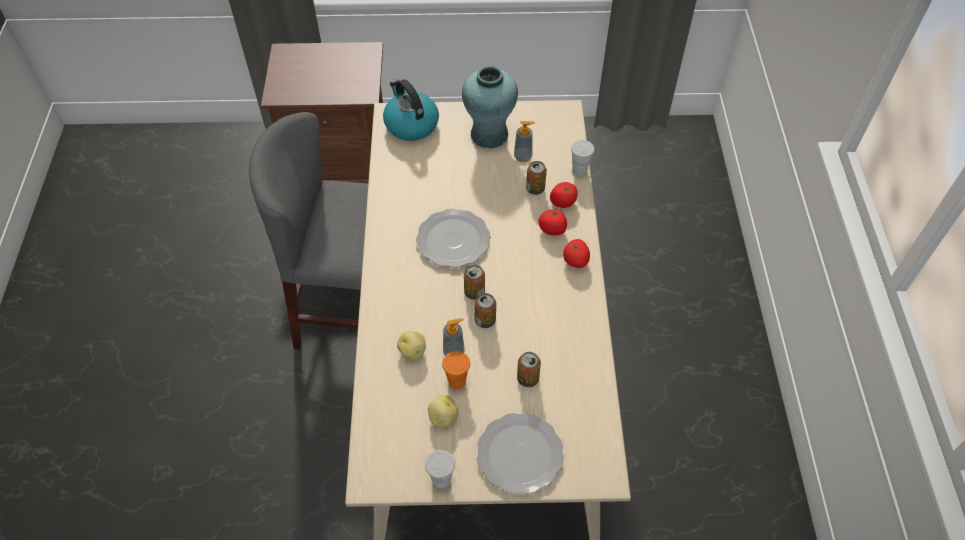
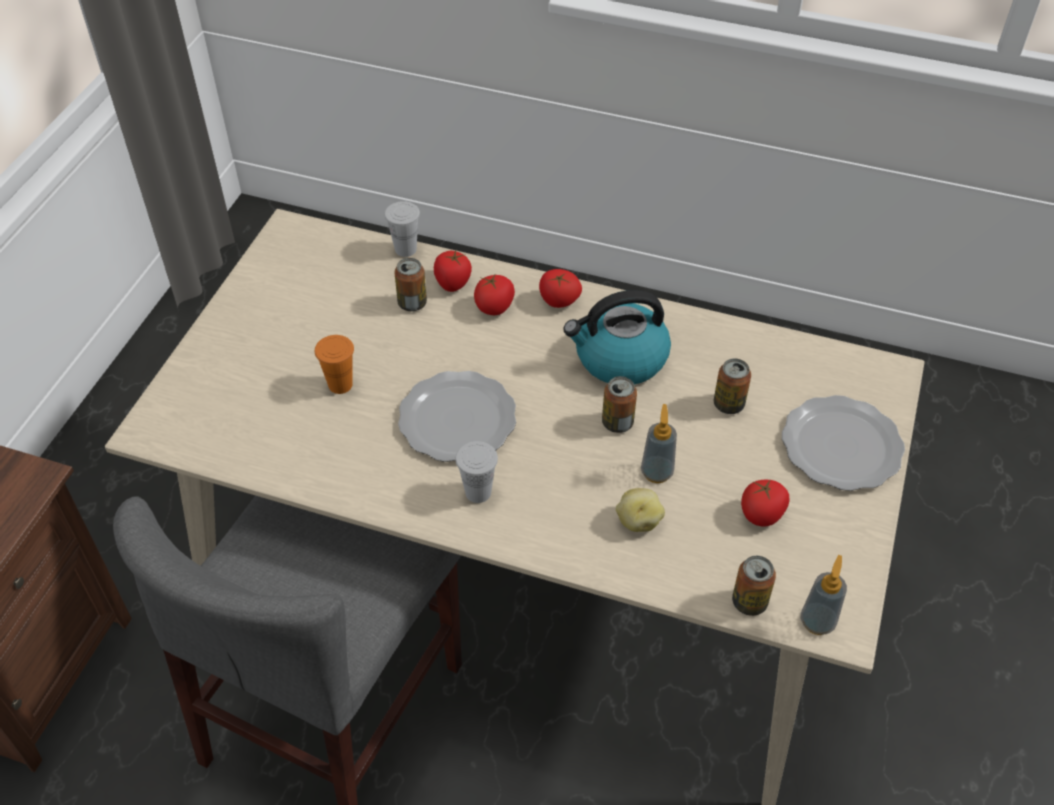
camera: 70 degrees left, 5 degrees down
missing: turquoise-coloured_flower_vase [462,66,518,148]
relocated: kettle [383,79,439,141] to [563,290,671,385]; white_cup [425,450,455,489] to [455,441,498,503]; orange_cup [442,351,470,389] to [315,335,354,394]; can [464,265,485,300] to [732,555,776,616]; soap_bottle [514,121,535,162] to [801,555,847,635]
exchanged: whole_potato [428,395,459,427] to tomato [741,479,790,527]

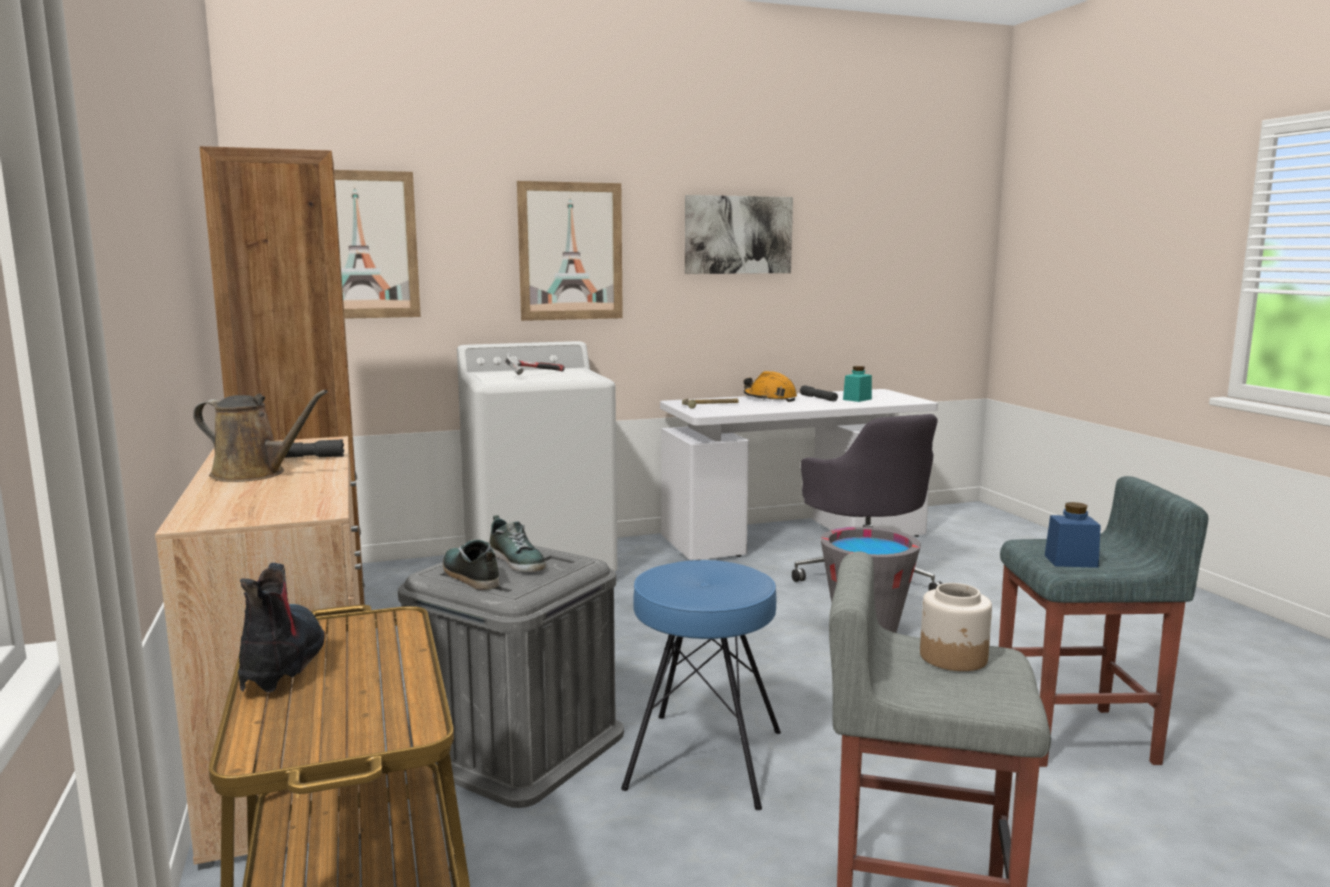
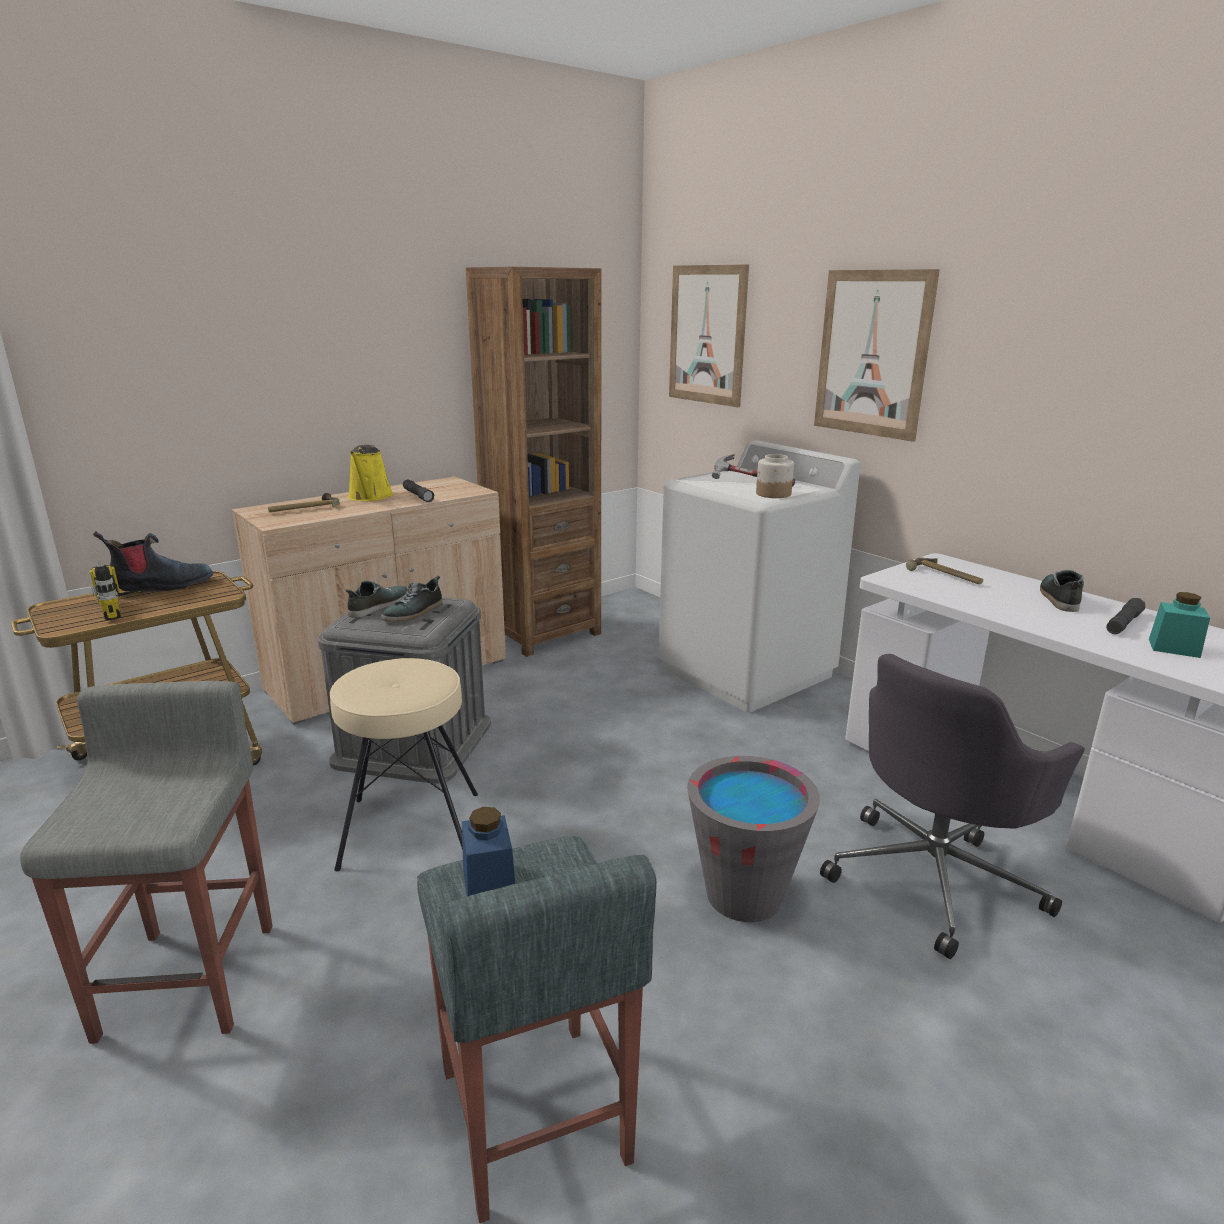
camera: 70 degrees right, 10 degrees up
missing: picture [685,195,793,274]
appeared: drill [90,560,171,620]; hand_hammer [268,493,340,512]
relocated: jar [920,583,992,671] to [756,454,794,498]
exchanged: orange_work_helmet [744,371,797,402] to shoe [1040,570,1084,612]
colour: brown-coloured_watering_can [193,390,328,482] to yellow-coloured_watering_can [348,445,393,501]; bluish_stool_seat [621,560,781,810] to sand-coloured_stool_seat [330,658,478,871]

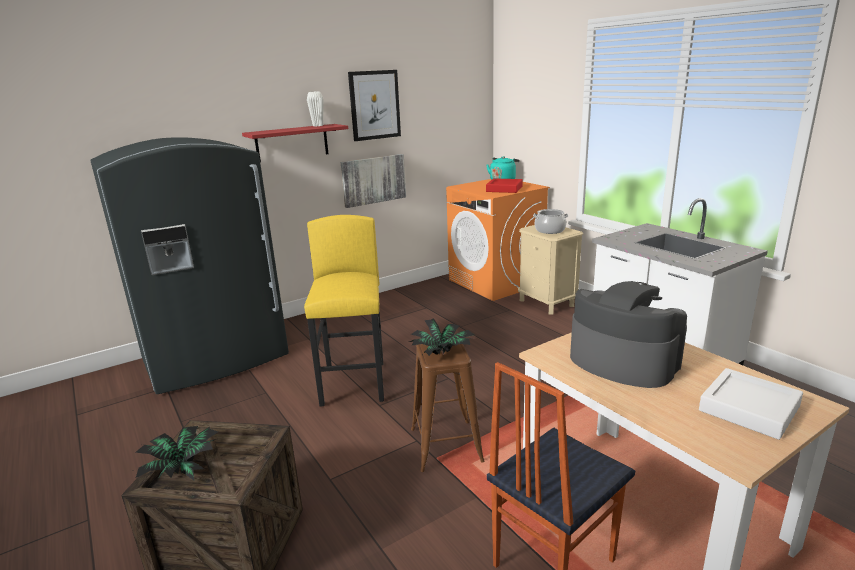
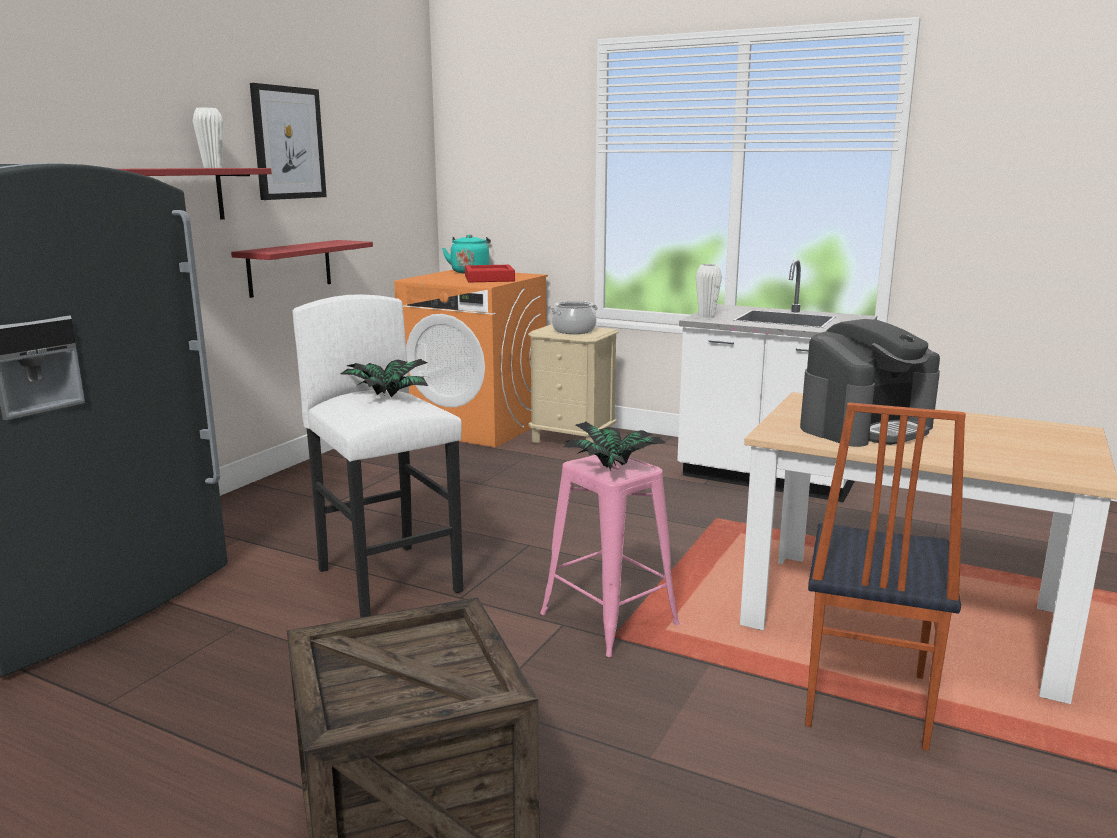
camera: 30 degrees left, 5 degrees down
missing: white_carrying_tray [699,368,803,440]
appeared: white_flower_vase [696,264,722,318]
relocated: houseplant [135,426,218,480] to [340,359,428,398]
exchanged: picture [341,154,406,208] to red-coloured_shelf [231,240,373,298]
colour: yellow-coloured_stool_seat [304,215,384,406] to white_stool_seat [292,294,463,618]; brown-coloured_stool_seat [411,344,485,472] to pink-coloured_stool_seat [540,455,680,657]
spun: coffee_machine [570,281,687,388] = [800,319,940,447] 135 degrees clockwise

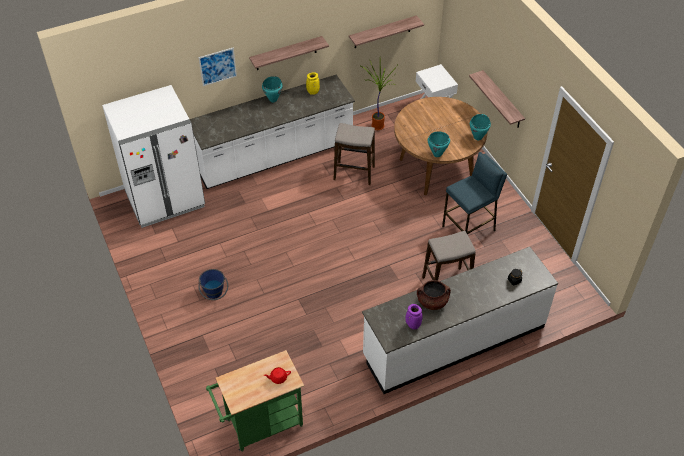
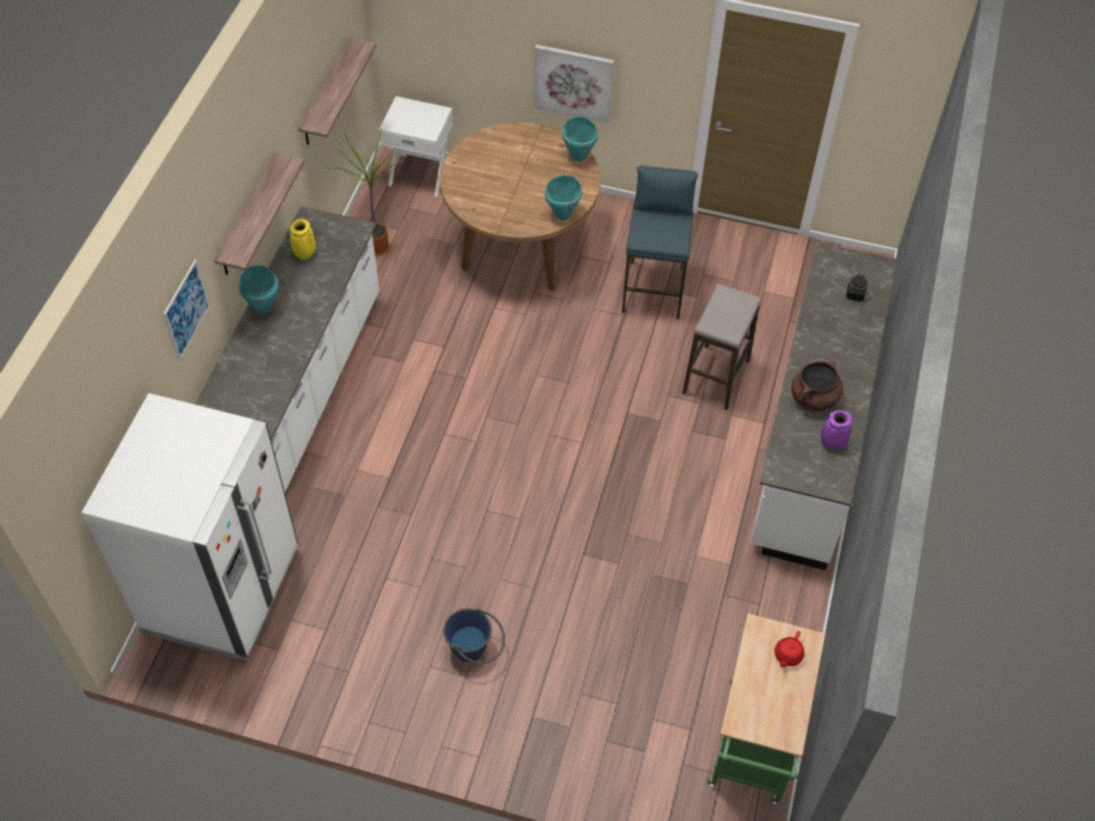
camera: 50 degrees left, 5 degrees up
missing: stool_seat [333,123,375,185]
exchanged: shelf [469,70,525,128] to picture [534,44,614,124]

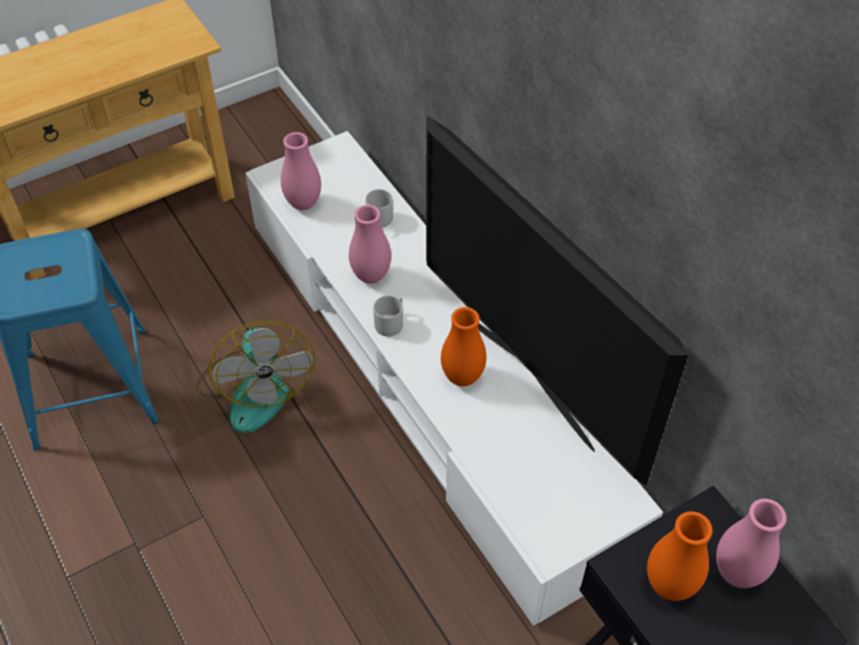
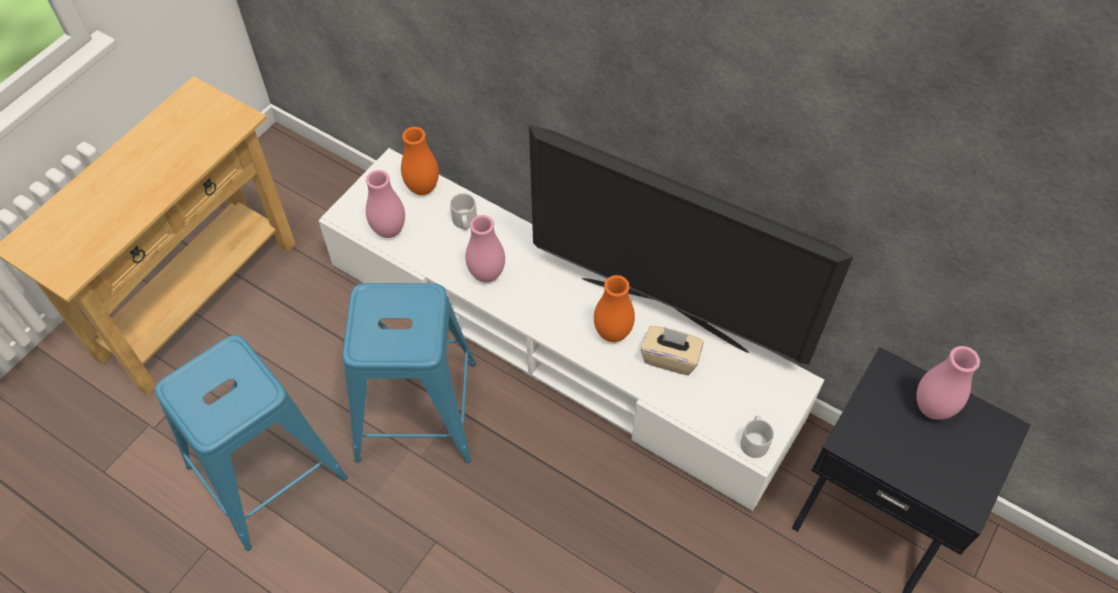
camera: 25 degrees left, 5 degrees up
appeared: sand-coloured_tissue_holder [641,326,704,375]
relocated: grey_mug [373,295,403,337] to [740,416,774,458]; orange_flower_vase [647,511,713,601] to [401,127,439,195]
exchanged: cooling_fan [195,321,315,433] to bluish_stool_seat [343,283,476,463]

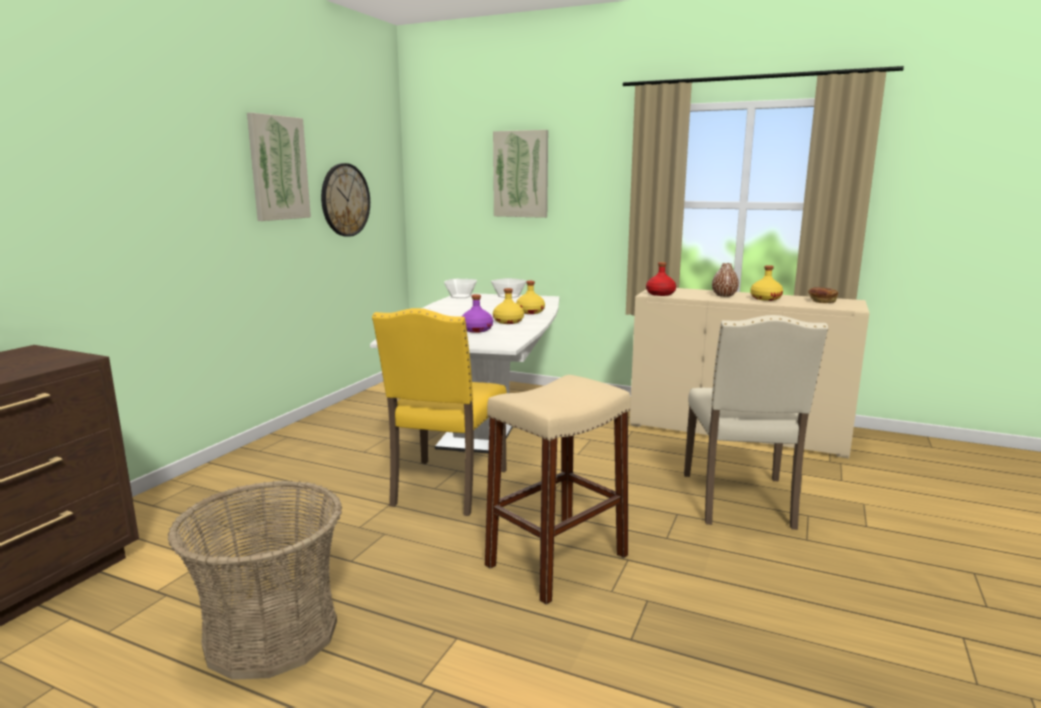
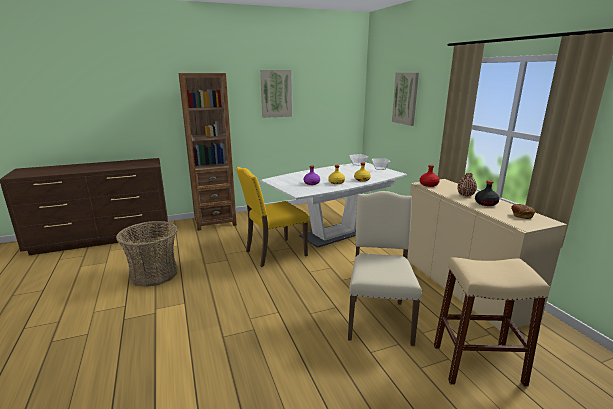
camera: 45 degrees right, 5 degrees up
missing: wall_clock [321,163,370,237]
appeared: brown-coloured_bookshelf [178,73,237,231]
relocated: sand-coloured_stool_seat [485,375,631,605] to [434,257,550,387]
colour: yellow-coloured_bottle [750,265,783,301] to black_bottle [475,180,499,206]
spun: sand-coloured_chair [684,315,828,530] = [348,191,422,346] 135 degrees clockwise

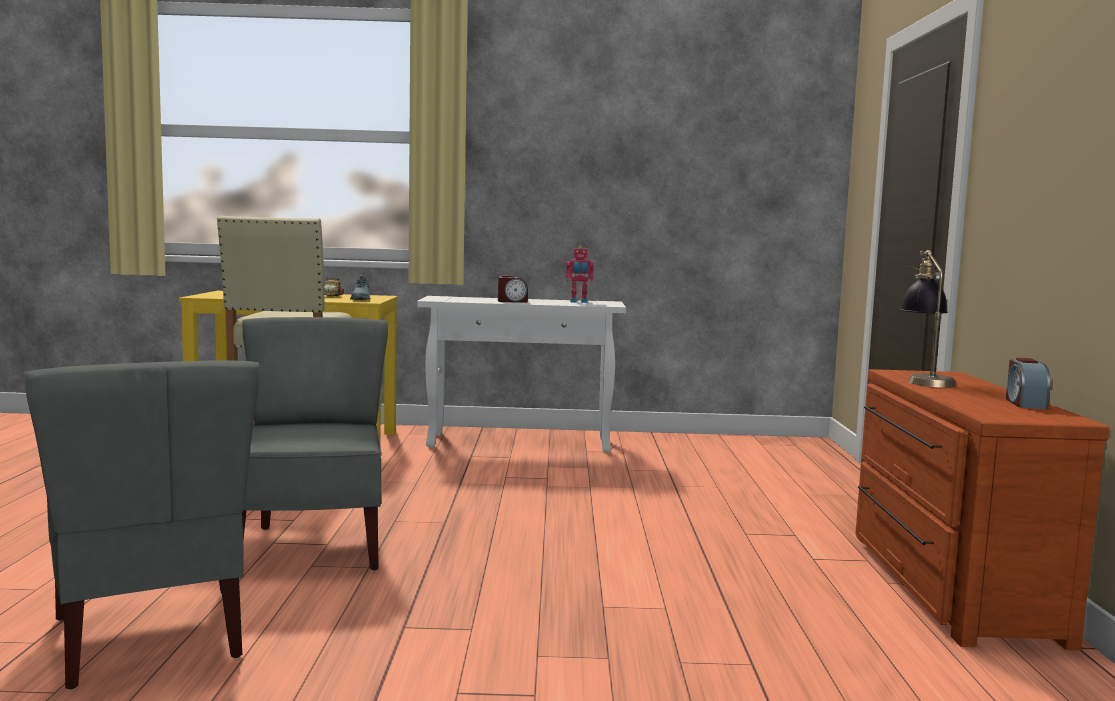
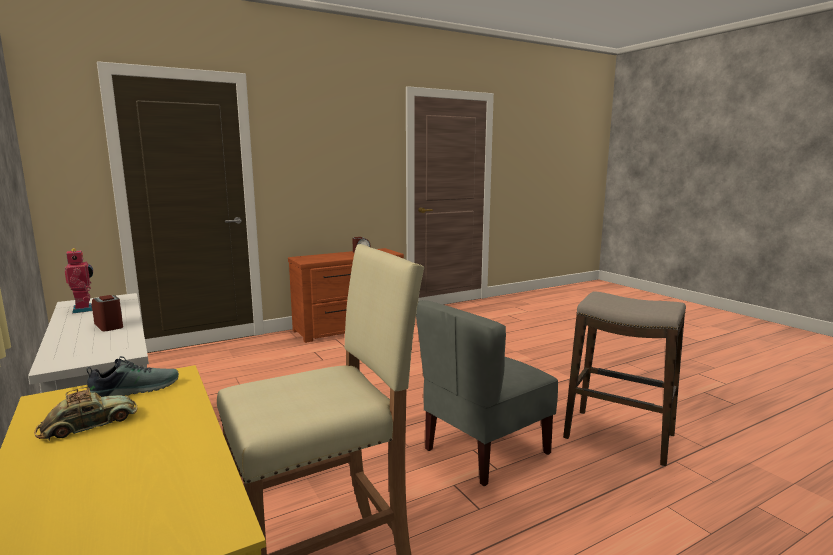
camera: 120 degrees left, 5 degrees up
missing: table_lamp [900,250,956,388]
exchanged: grey_chair [24,360,259,689] to stool_seat [563,291,686,466]

